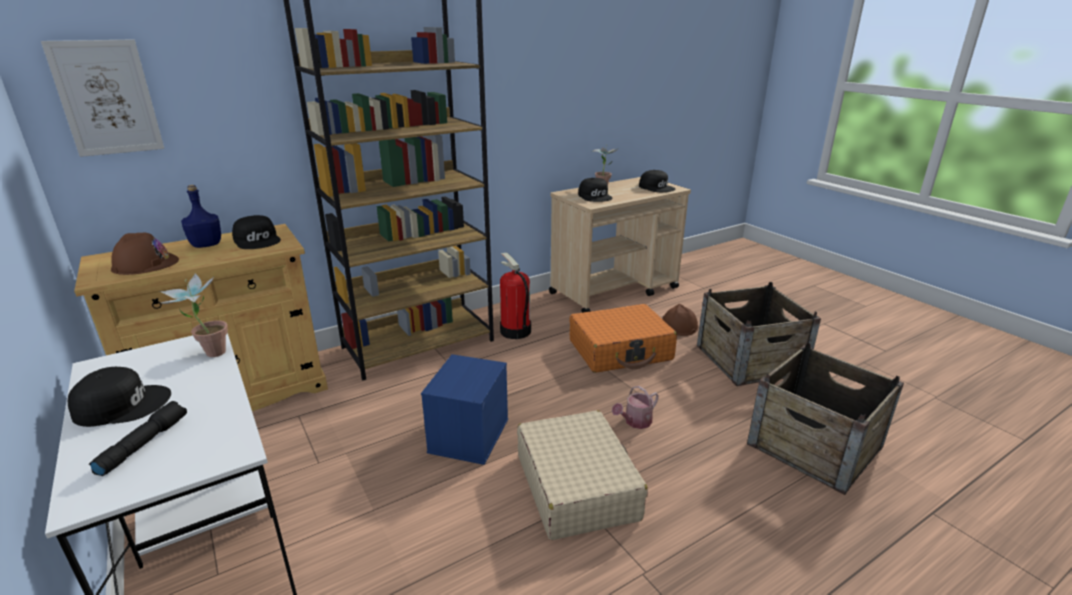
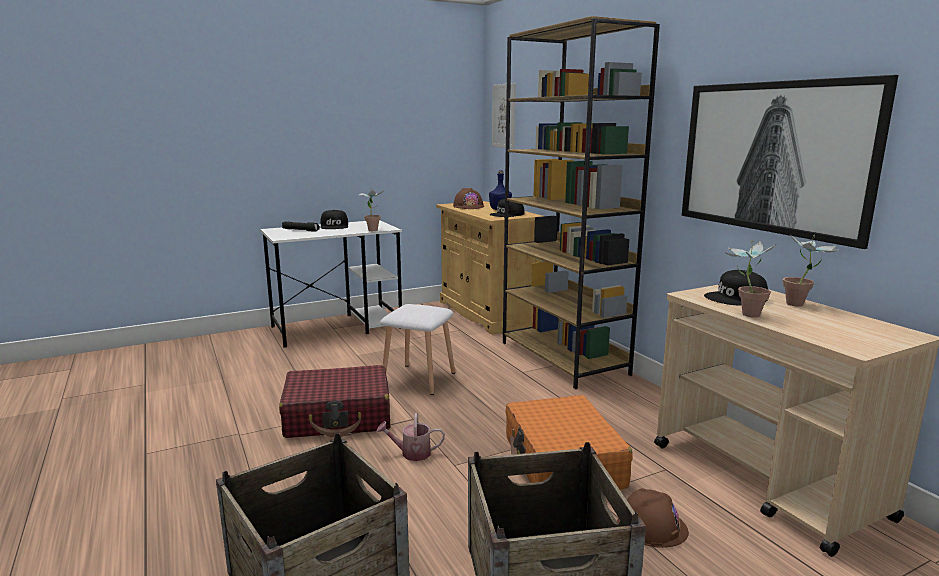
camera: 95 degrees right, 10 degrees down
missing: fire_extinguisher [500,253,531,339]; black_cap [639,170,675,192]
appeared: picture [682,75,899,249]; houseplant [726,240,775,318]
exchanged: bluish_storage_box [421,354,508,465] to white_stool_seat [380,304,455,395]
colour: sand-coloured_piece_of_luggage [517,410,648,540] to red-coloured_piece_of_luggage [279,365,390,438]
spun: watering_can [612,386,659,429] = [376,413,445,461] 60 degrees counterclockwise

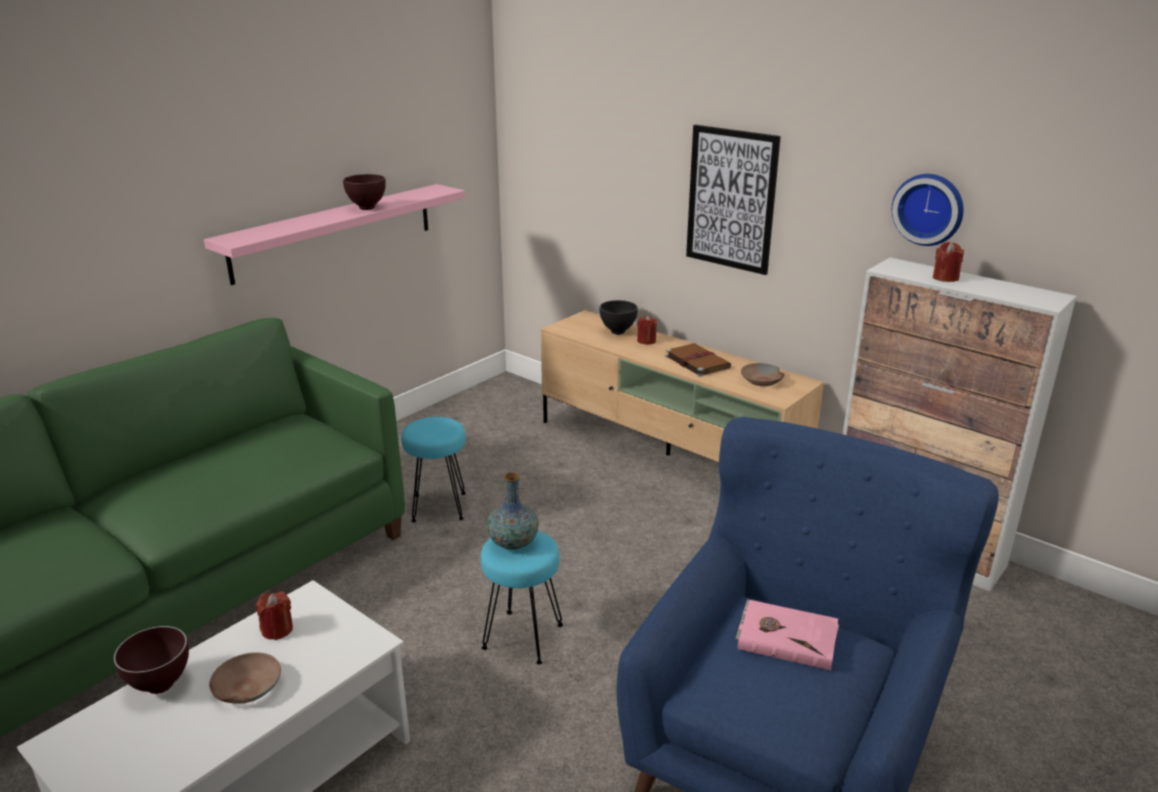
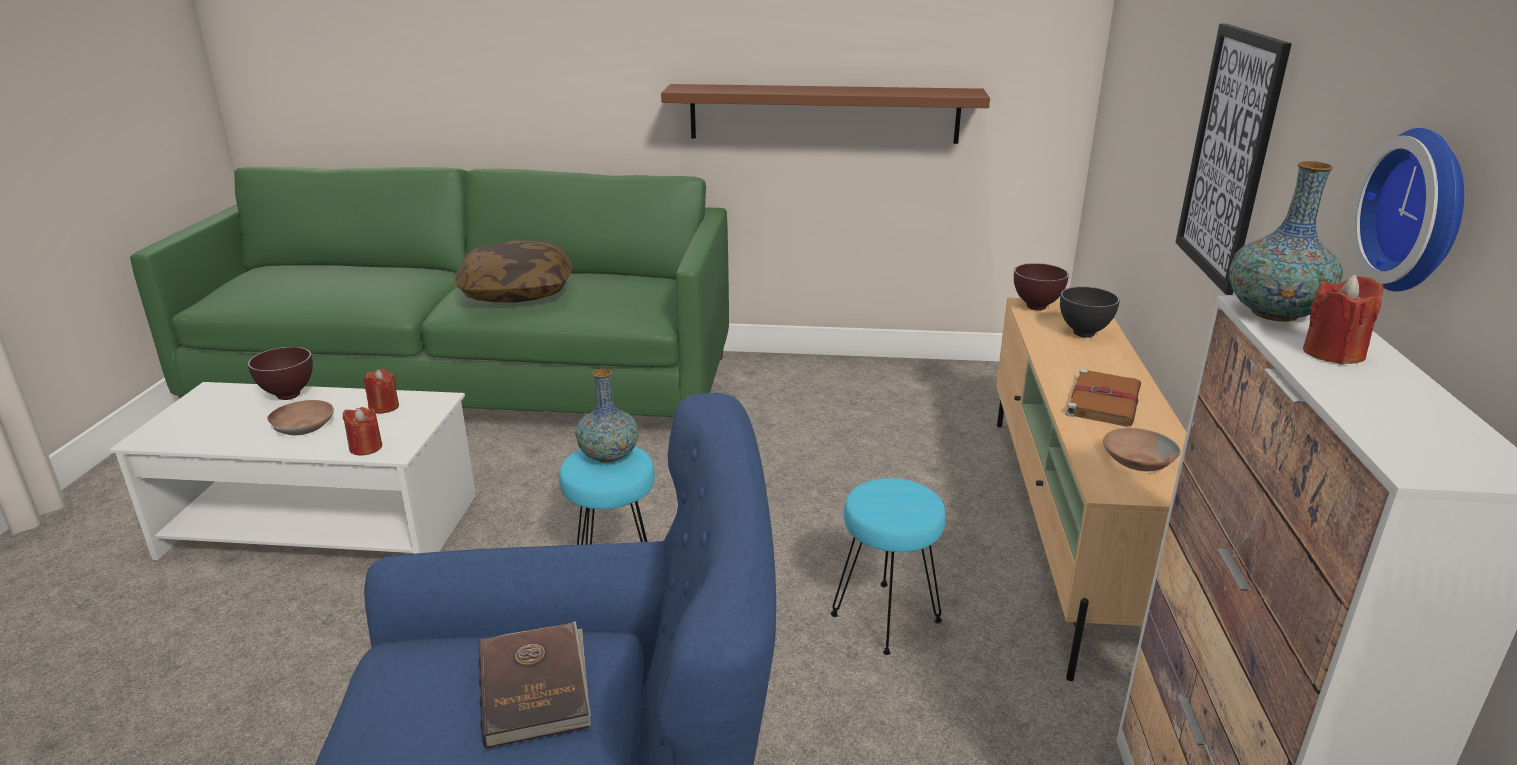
camera: 55 degrees right, 0 degrees up
appeared: cushion [455,241,572,303]; flower_vase [1229,161,1343,322]
relocated: brown-coloured_bowl [343,174,386,210] to [1014,263,1069,311]; turquoise-coloured_stool_seat [401,417,466,522] to [831,478,946,655]; red-coloured_wax_candle [637,315,657,345] to [343,407,382,455]
colour: pink-coloured_shelf [204,184,465,285] to brown-coloured_shelf [661,84,990,144]; pink-coloured_volume [735,599,839,670] to brown-coloured_volume [479,621,591,749]

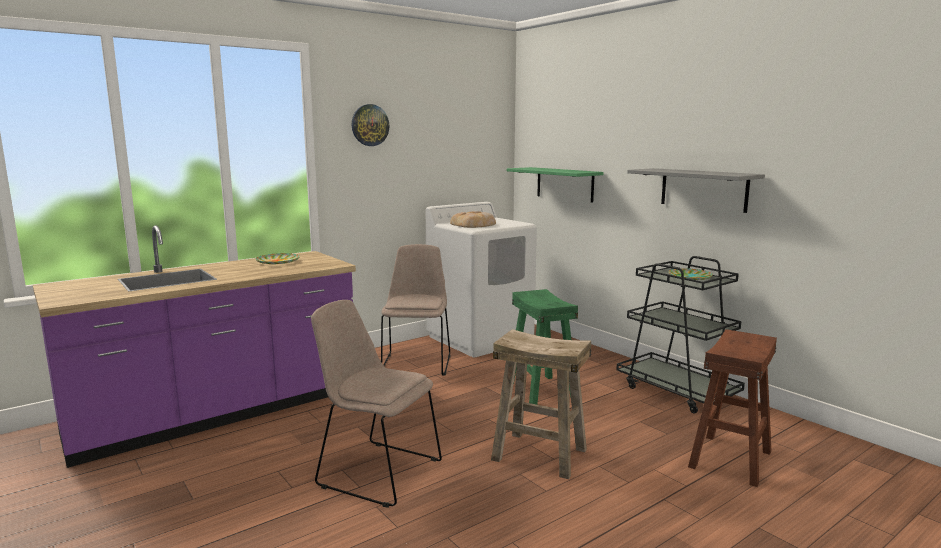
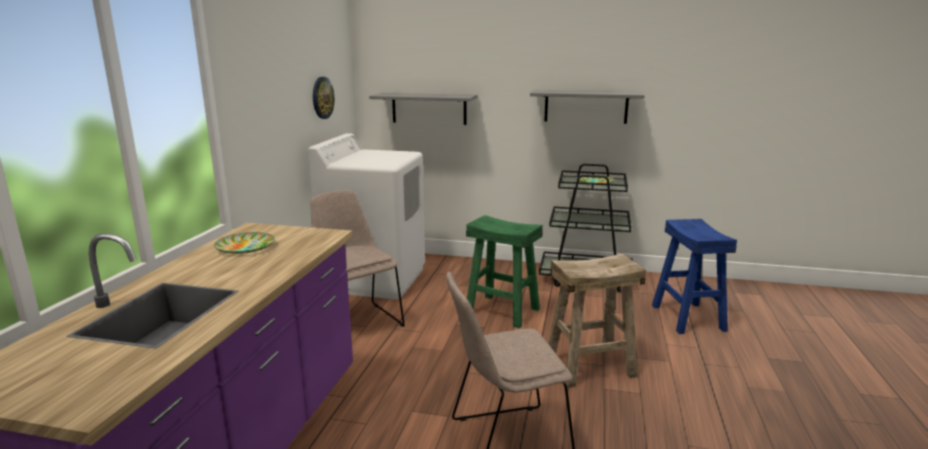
camera: 40 degrees left, 5 degrees up
missing: bakery_bread [450,211,496,228]
relocated: wall_clock [352,104,389,146] to [313,77,334,119]
colour: green_shelf [507,167,604,203] to grey_shelf [369,93,477,125]; brown-coloured_stool_seat [688,329,777,487] to bluish_stool_seat [652,219,737,334]

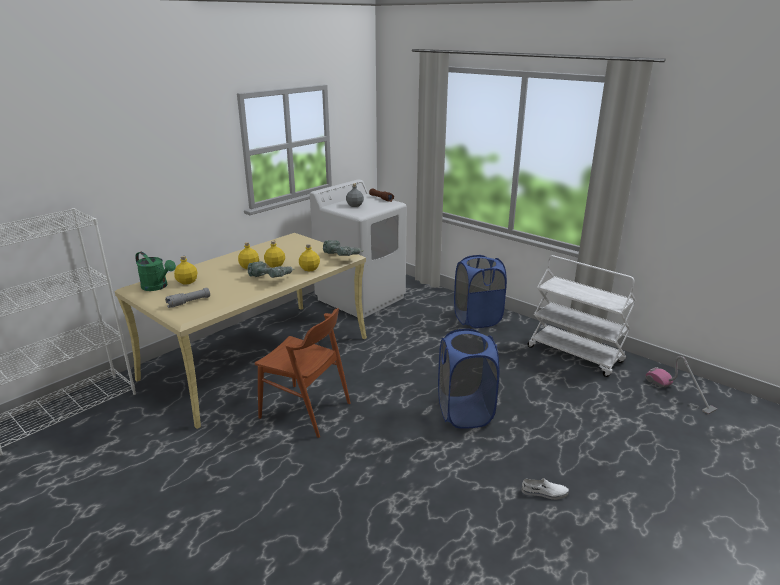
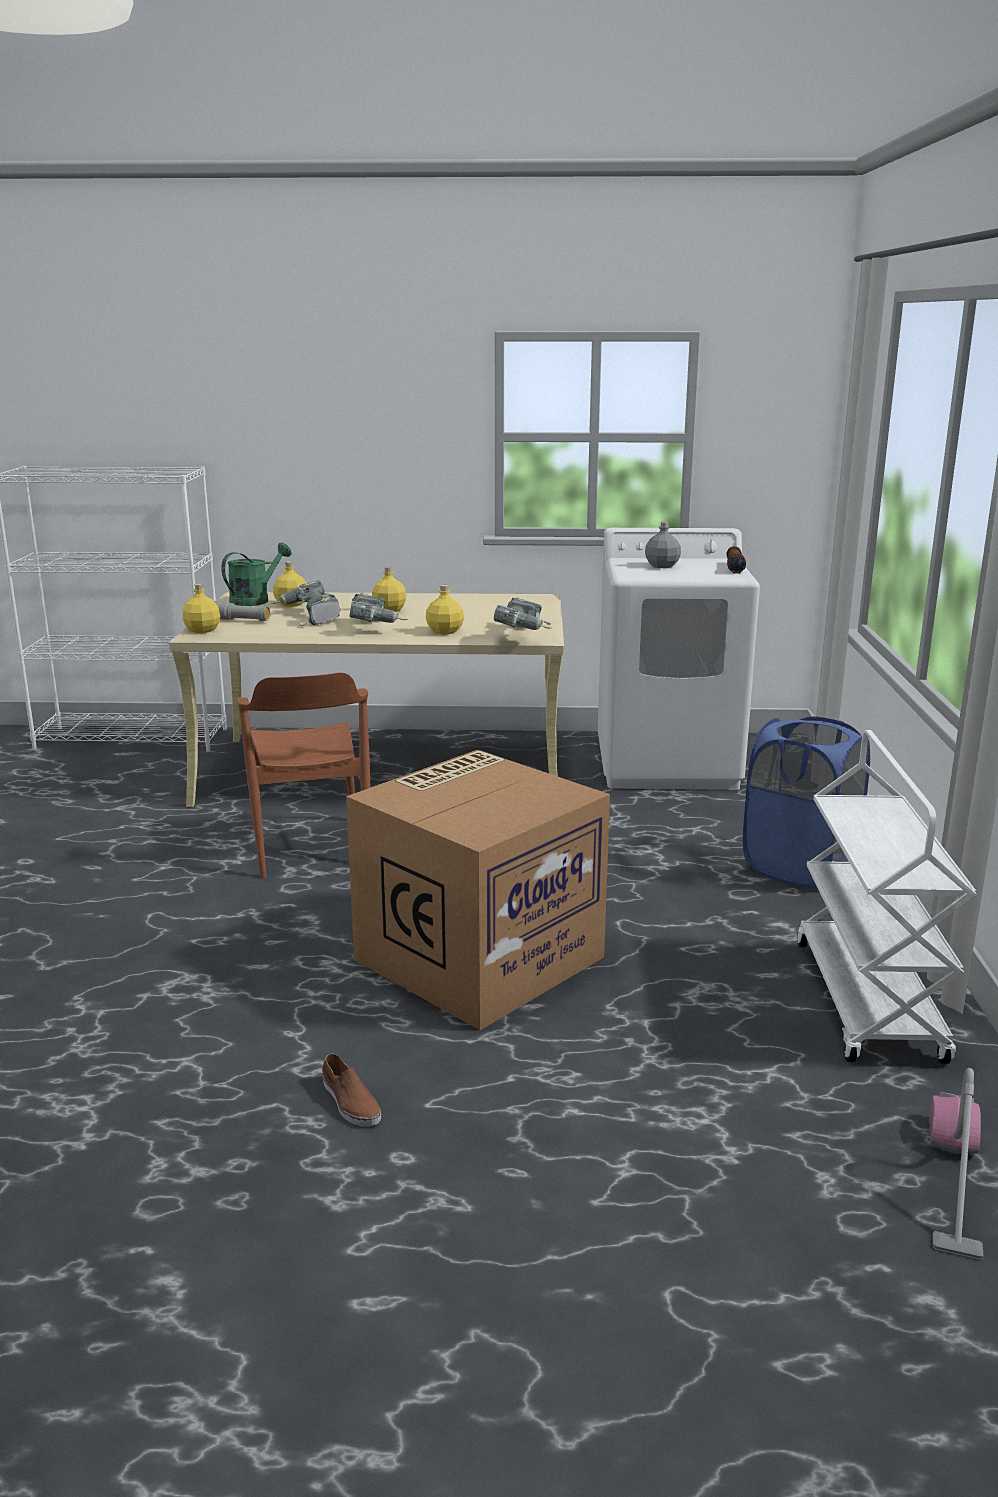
camera: 50 degrees right, 5 degrees down
appeared: drill [272,580,341,626]
relocated: yellow-coloured_bottle [264,241,285,268] to [182,584,220,633]
exchanged: bluish_washing_basket [438,329,500,429] to cardboard_box [346,750,610,1030]
colour: white_shoe [521,478,569,500] to brown-coloured_shoe [322,1053,381,1126]
spun: green_watering_can [135,252,176,291] = [221,543,292,606] 135 degrees counterclockwise

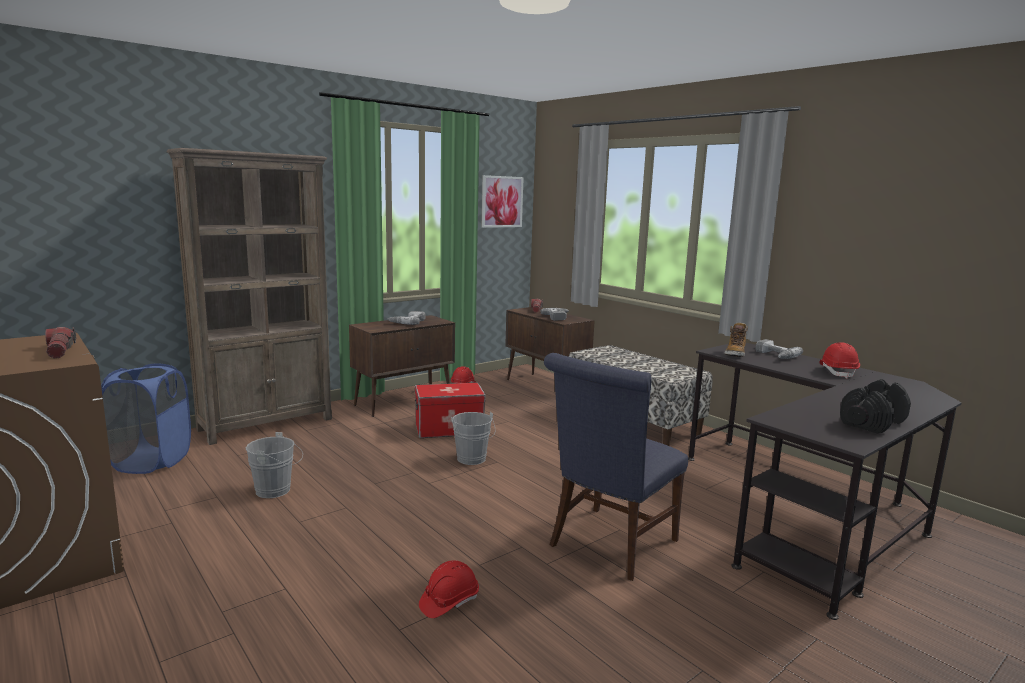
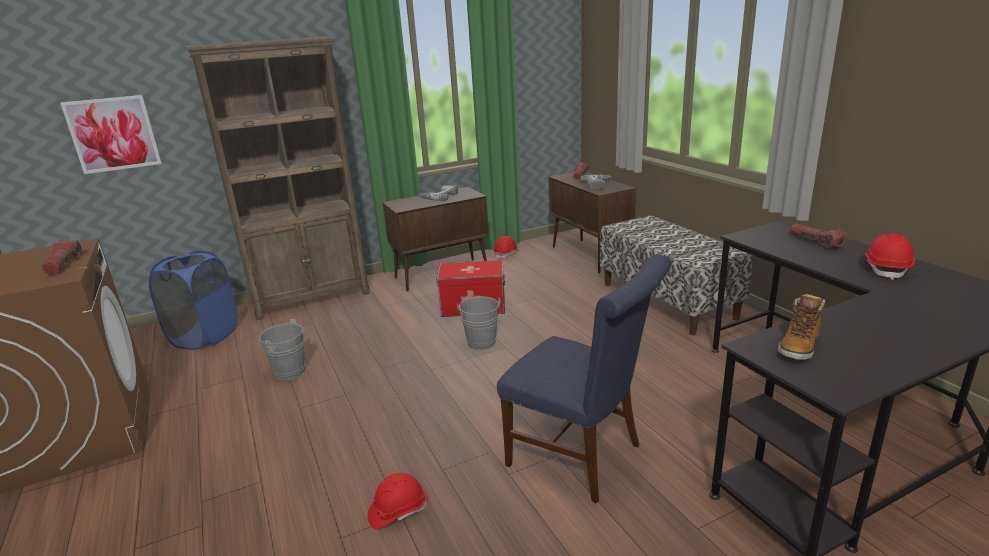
camera: 15 degrees right, 10 degrees up
missing: black_hand_weight [840,379,911,434]
relocated: picture [482,175,524,228] to [60,95,162,174]; tall_boot [725,322,748,357] to [778,294,825,360]
exchanged: drill [756,339,803,359] to torch [790,223,846,249]
spun: bluish_chair [544,353,688,581] = [497,255,672,504] 105 degrees counterclockwise

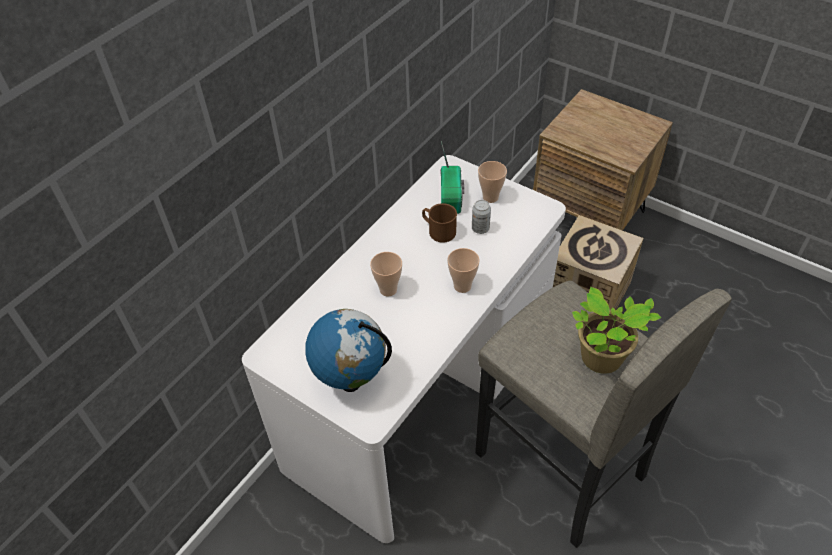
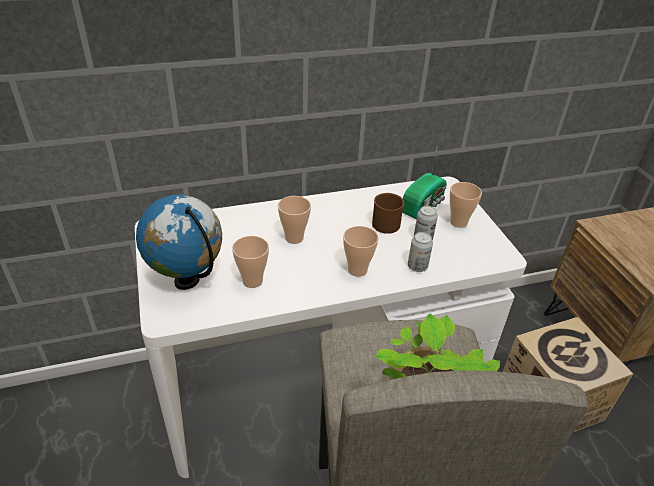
camera: 35 degrees right, 10 degrees down
appeared: cup [232,236,269,288]; can [408,232,433,272]

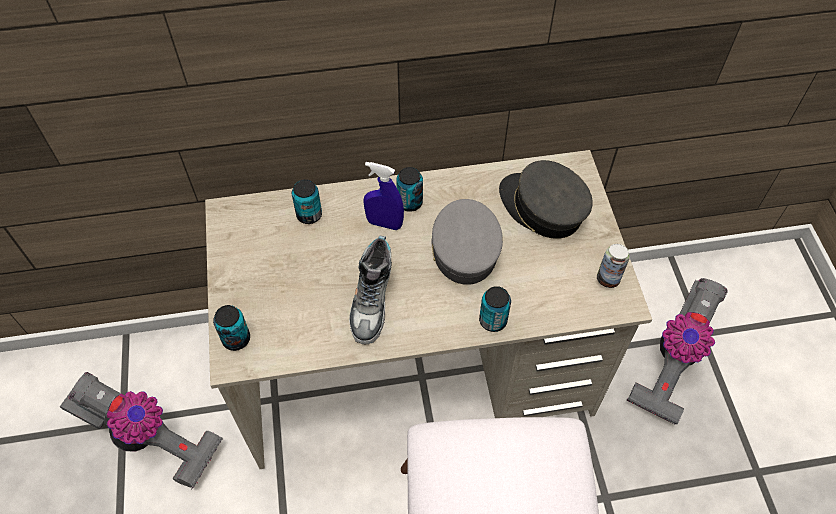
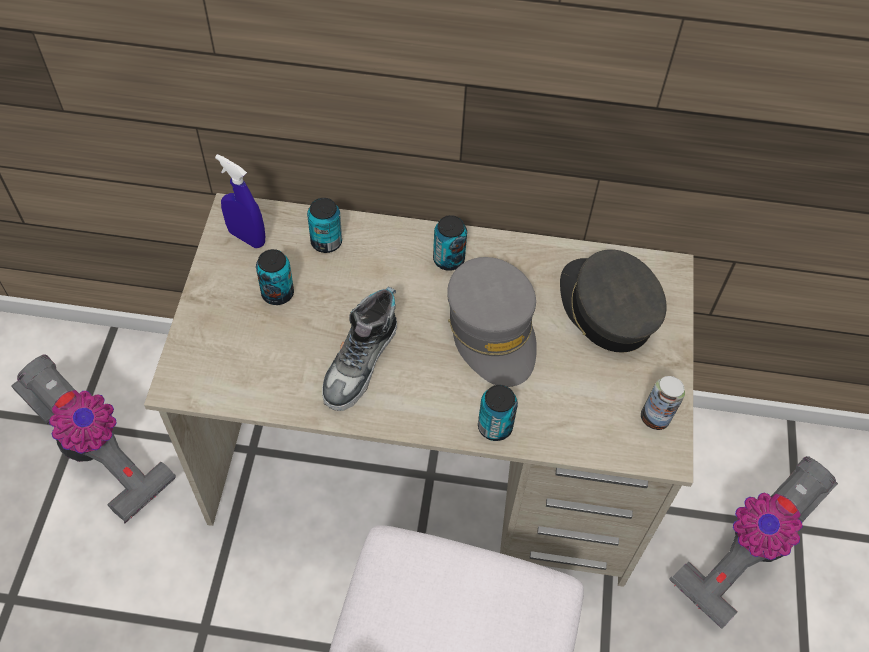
camera: 15 degrees right, 0 degrees up
relocated: can [213,305,250,351] to [256,249,294,305]; bluish_sprayer [363,162,404,230] to [215,154,265,248]
spun: grey_cap [431,199,503,285] = [447,257,537,387] 150 degrees clockwise

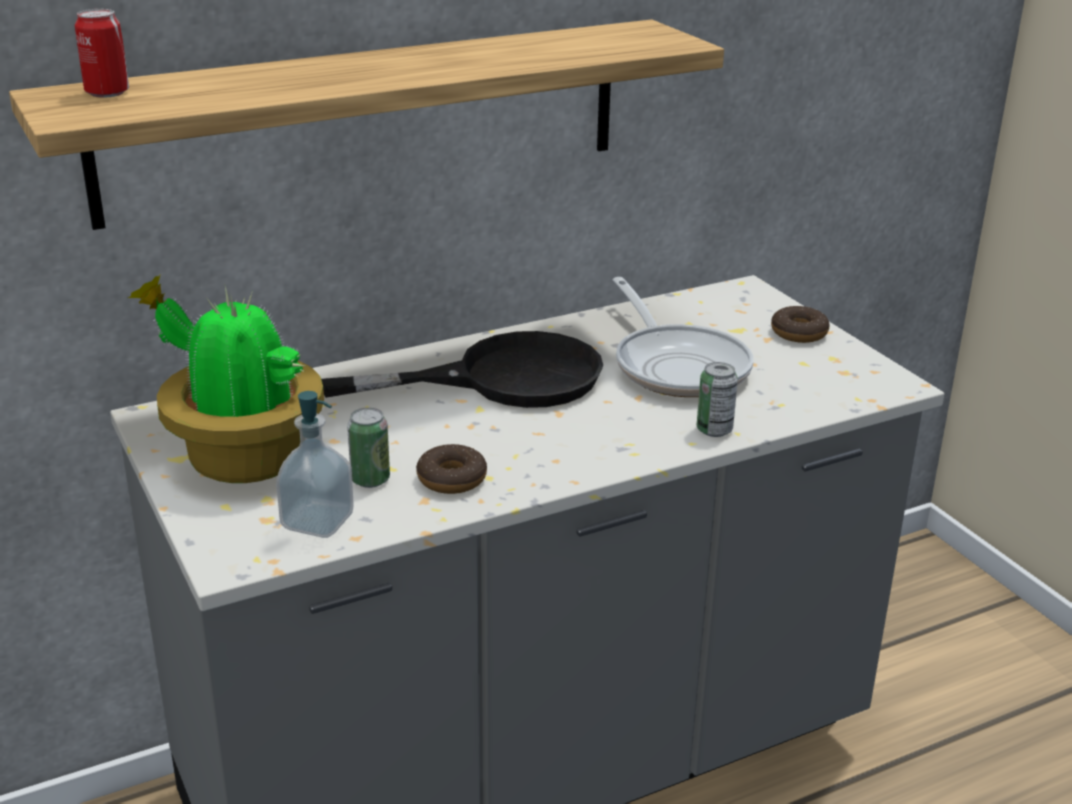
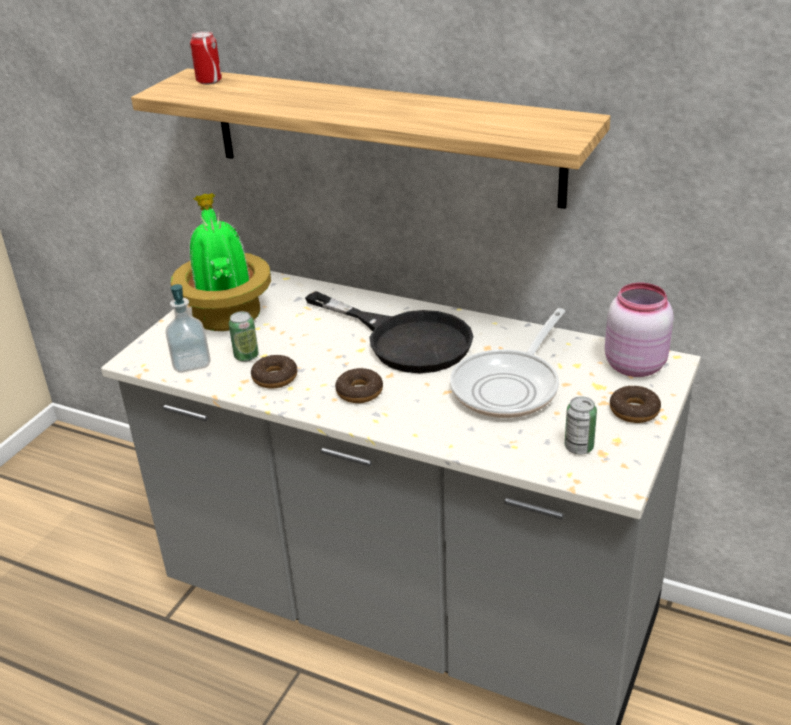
camera: 55 degrees right, 5 degrees up
appeared: ring_doughnut [335,368,383,403]; pink-coloured_jar [605,283,674,377]
relocated: can [697,362,738,437] to [565,396,597,454]

